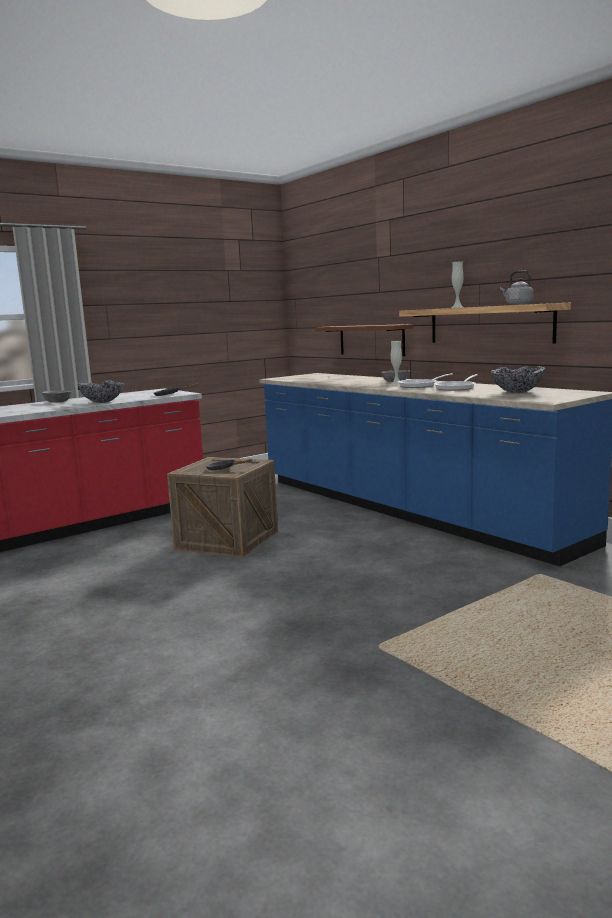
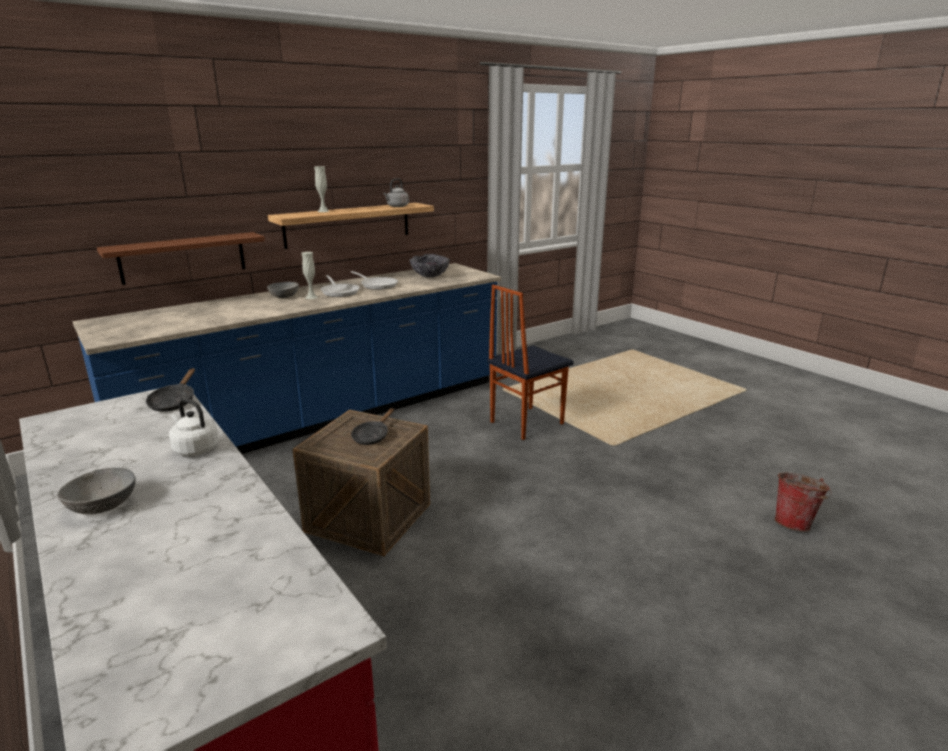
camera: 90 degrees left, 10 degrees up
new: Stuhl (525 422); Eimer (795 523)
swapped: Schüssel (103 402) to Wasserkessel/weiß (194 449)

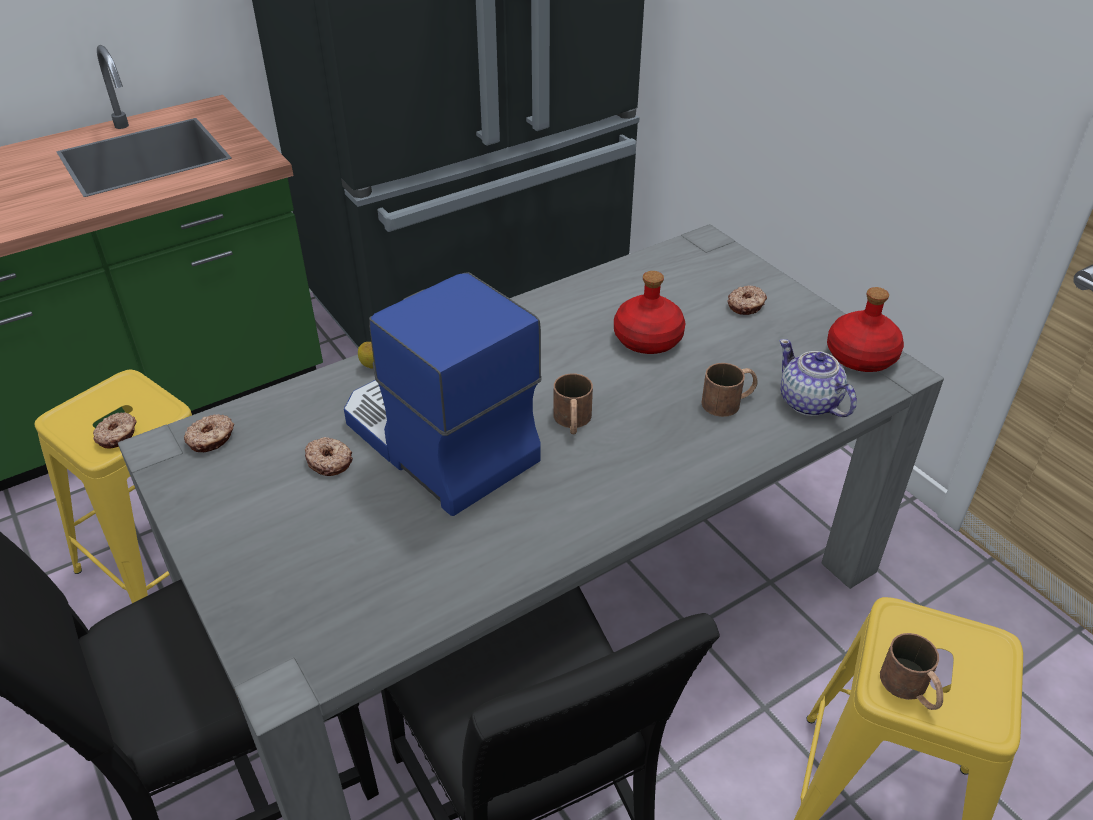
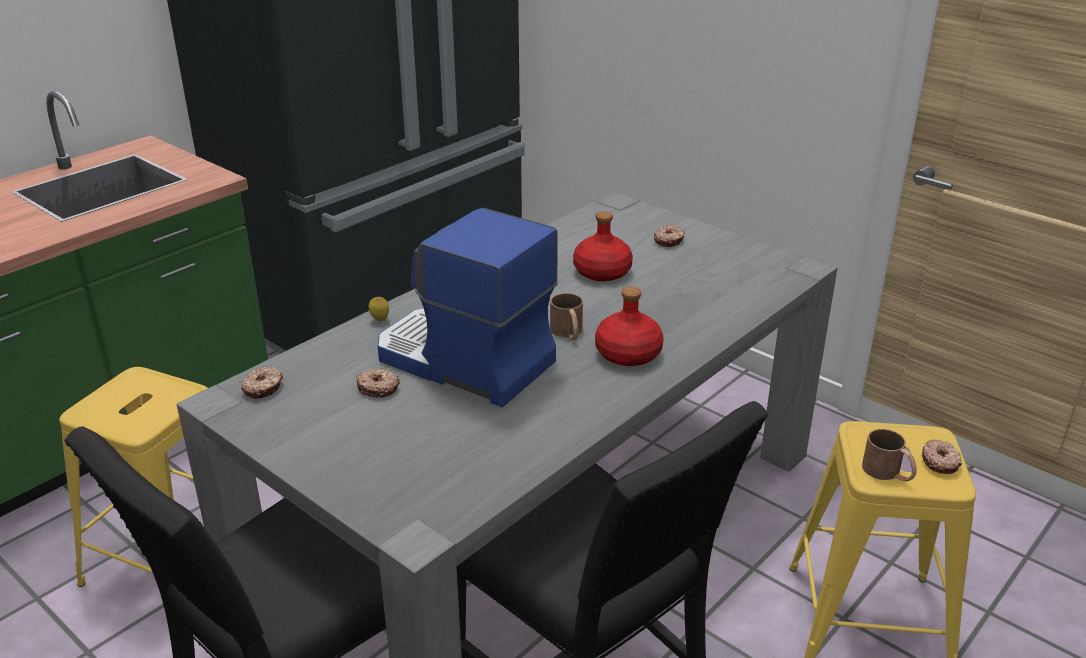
camera: 15 degrees left, 10 degrees down
gone: Henkelbecher/braun (729 401); Teekanne (809 403)
shifted: Donut (118 435) to (940 462); Flasche/rot (860 356) to (627 353)

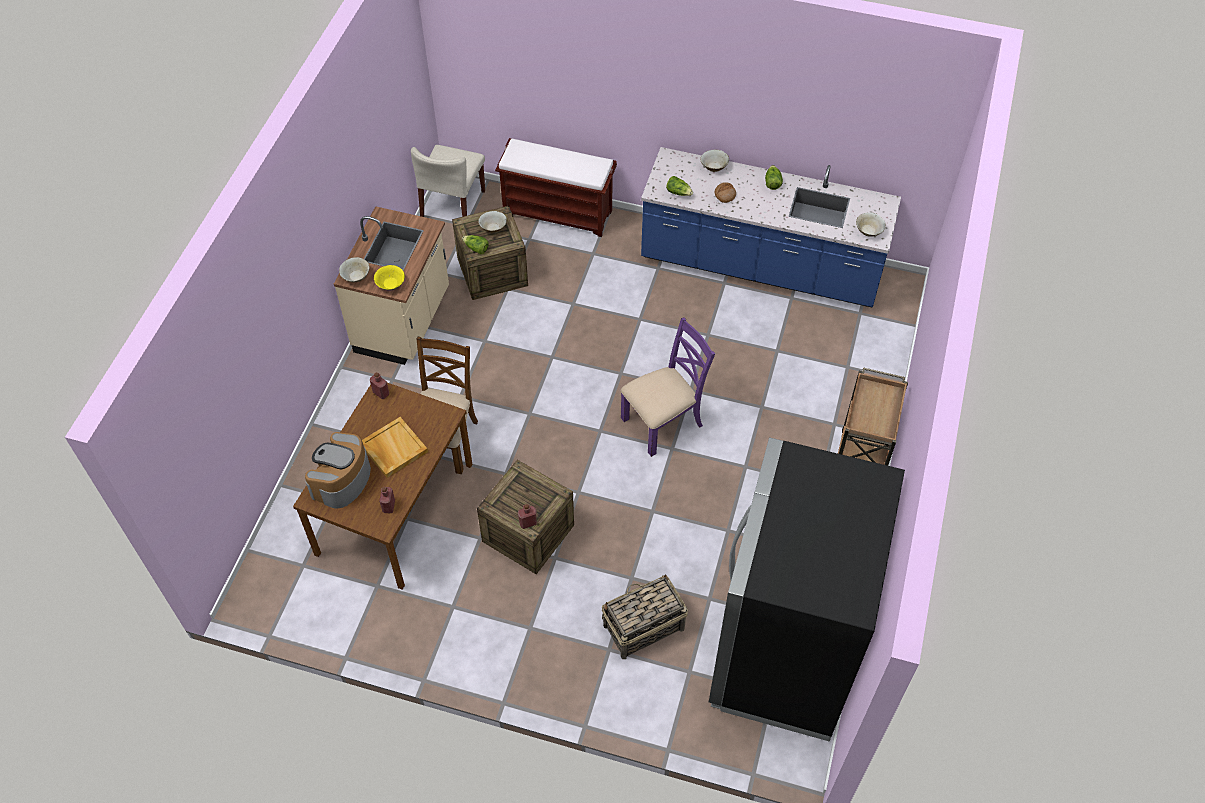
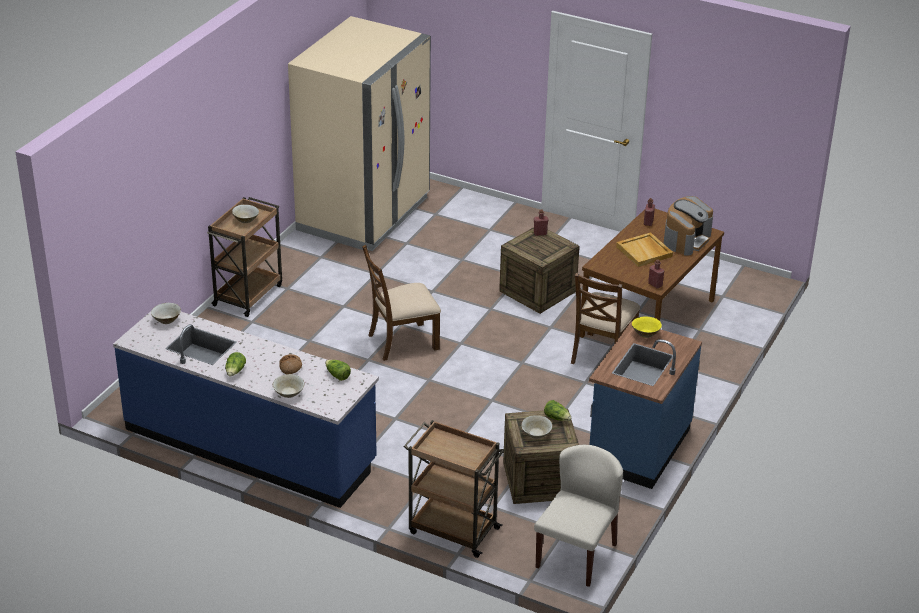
camera: 170 degrees left, 20 degrees down
gone: Korb (642 627)
shifted: Schüssel/beige (356 276) to (246 220)
swapped: Bank/braun (558 212) to Rollwagen/braun (452 530)
repainted: Küchenzeile/beige (404 322) to Küchenzeile/blau (637 447); Stuhl/lila (663 422) to Stuhl/braun (402 341); Kühlschrank/schwarz (783 651) to Kühlschrank/beige (364 214)

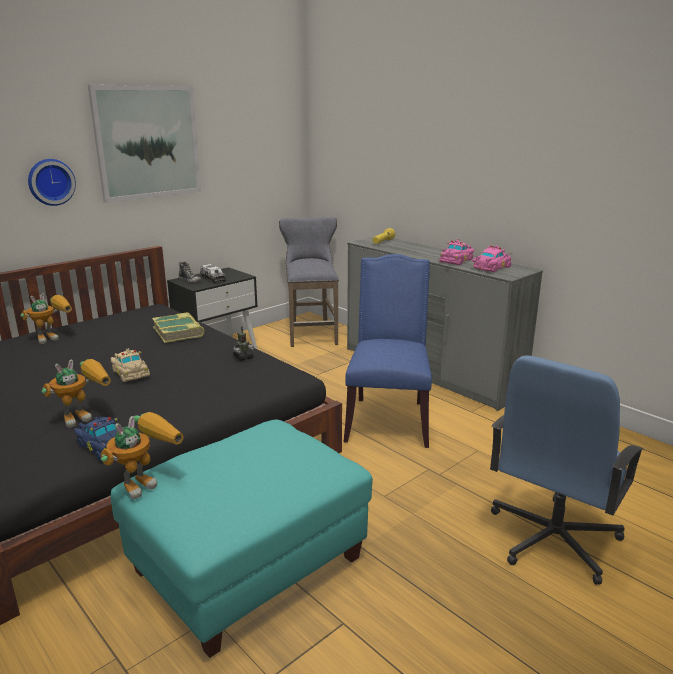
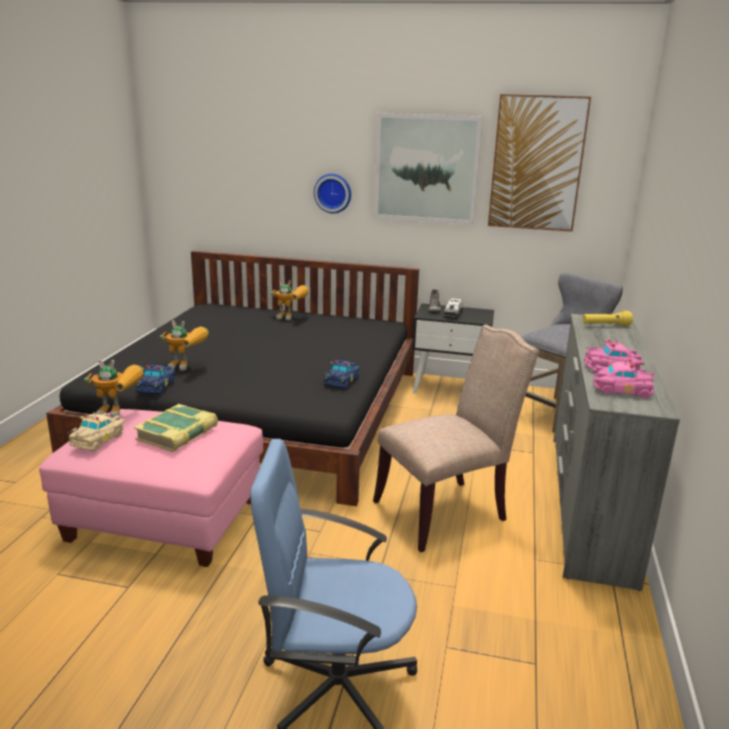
camera: 55 degrees right, 0 degrees up
new: Bild (537 163)
shifted: Spielzeugauto/beige (131 372) to (99 439); Buch (178 332) to (178 434)
swapped: Spielzeugroboter (243 358) to Spielzeugauto/blau (342 381)
repainted: Polsterhocker/türkis (248 566) to Polsterhocker/rosa (164 521); Stuhl/blau (388 419) to Stuhl/beige (445 511)

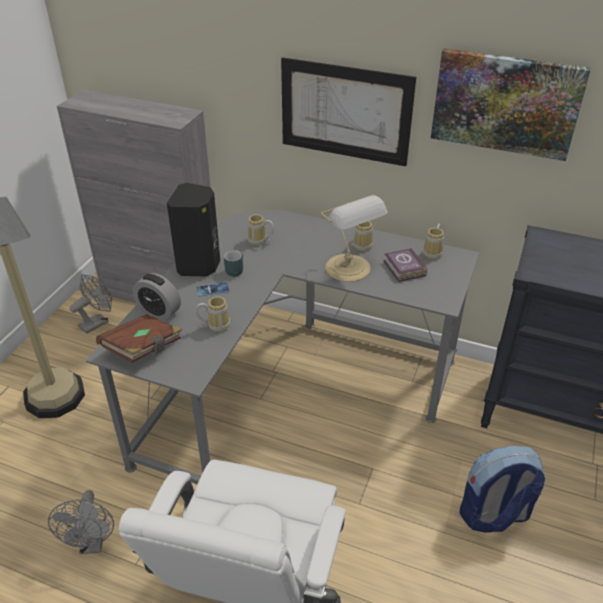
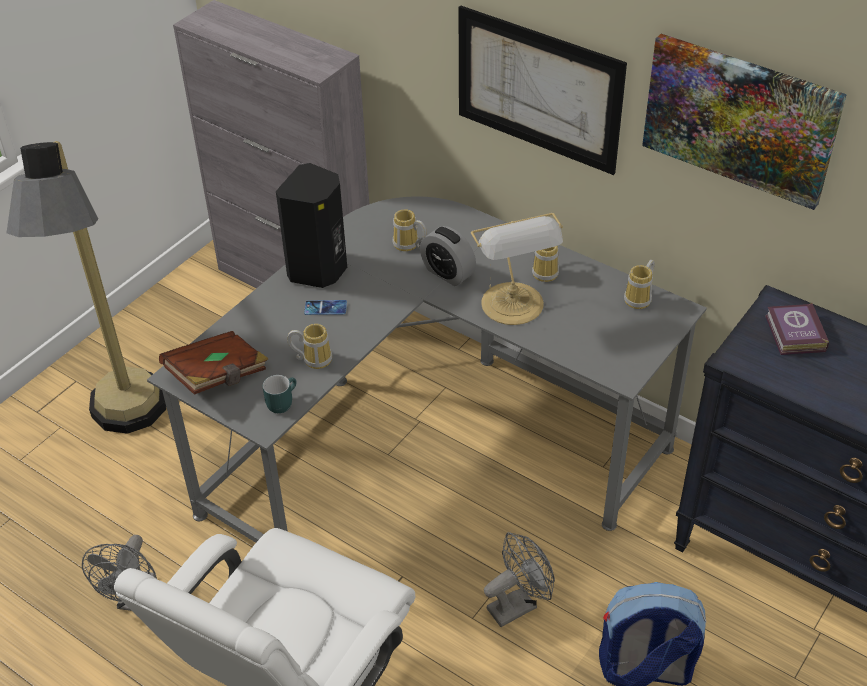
camera: 15 degrees right, 5 degrees up
shifted: Ventilator/grau (97 322) to (518 604); Wecker (159 311) to (448 273); Henkelbecher/türkis (234 270) to (281 401); Buch (404 269) to (794 335)

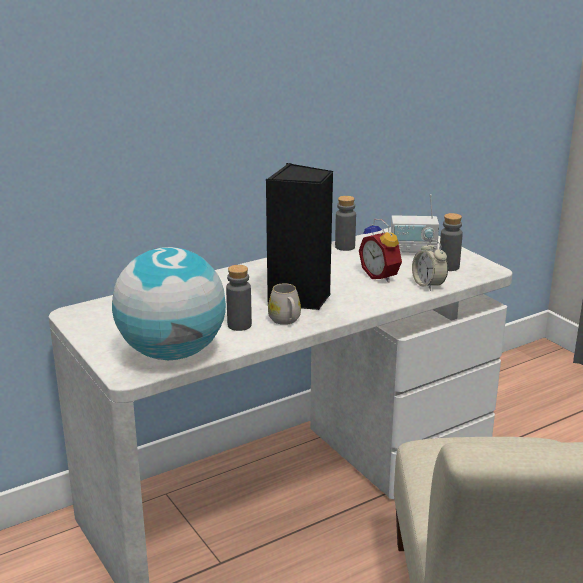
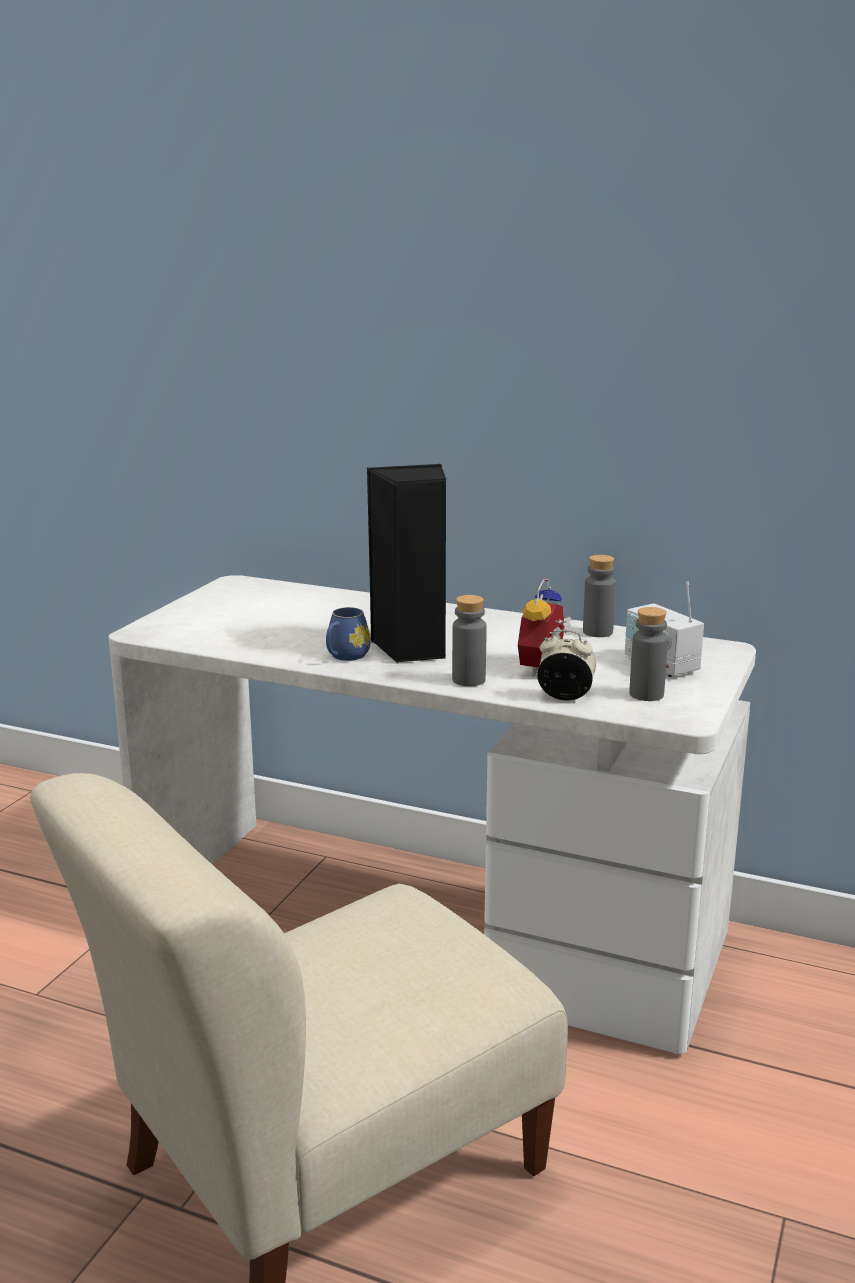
camera: 55 degrees right, 5 degrees down
gone: Globus (172 353)
shifted: Flasche/grau (239 325) to (468 680)
repainted: Henkelbecher/weiß (286 321) to Henkelbecher/blau (345 656)
rotated: Wecker (428 285) = (565 696) 75 degrees clockwise

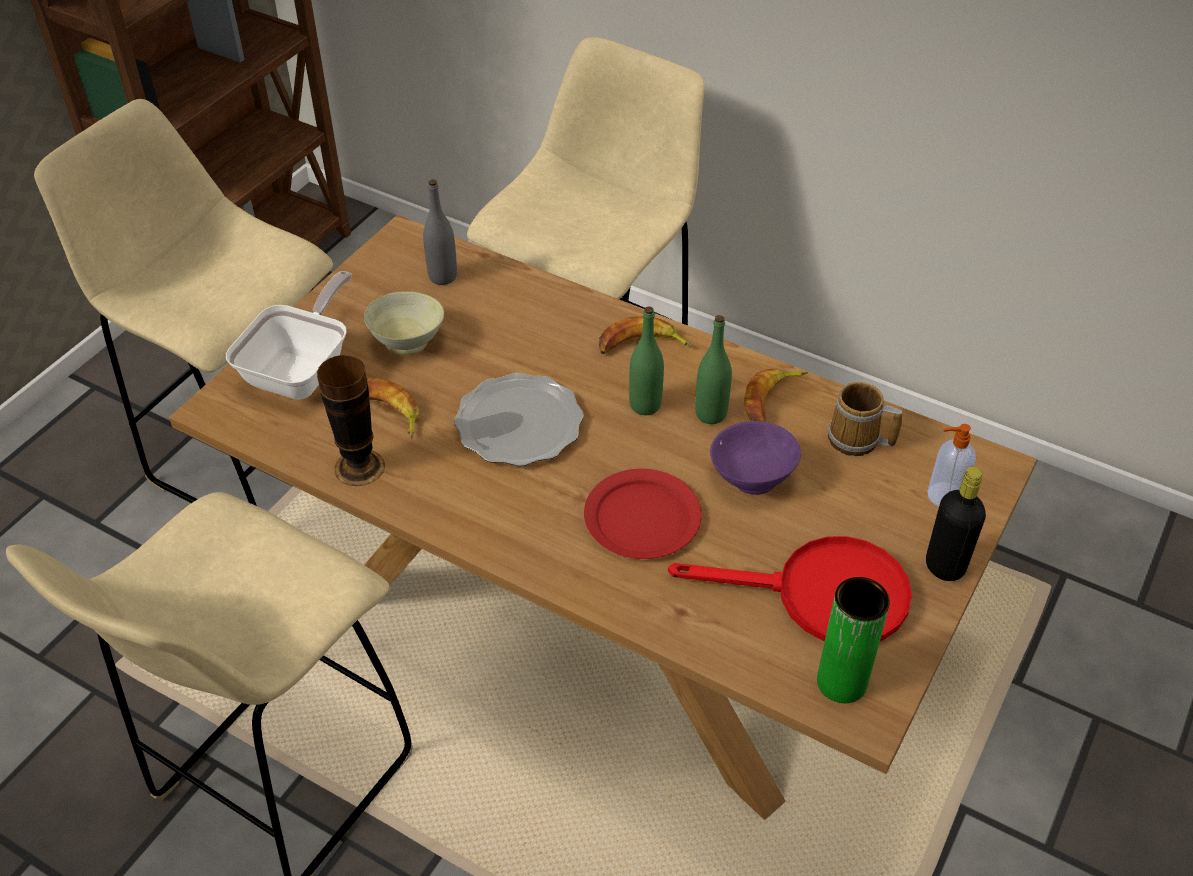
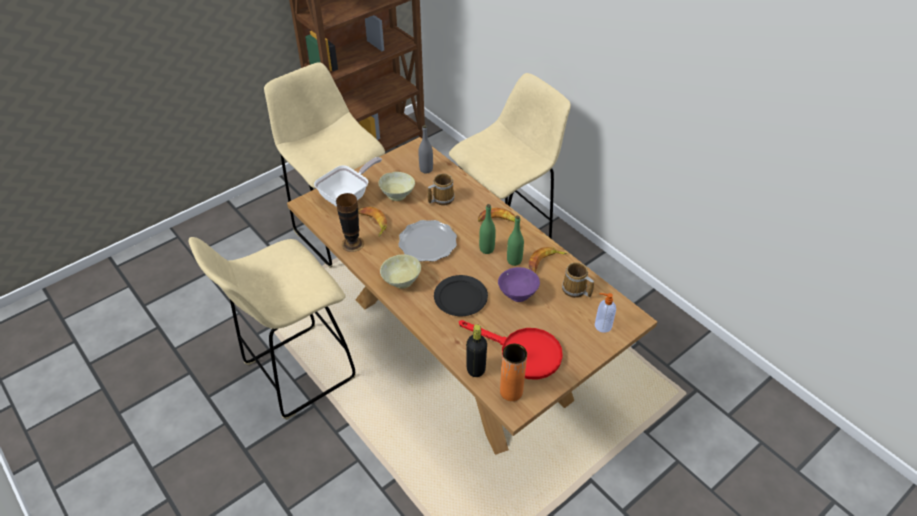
camera: 20 degrees right, 0 degrees up
new: Schüssel/beige (401 280); Henkelbecher (441 198)
shifted: Flasche/schwarz (945 566) to (476 369)
repainted: Teller/rot (642 518) to Teller/schwarz (460 298); Vase/grün (841 682) to Vase/orange (511 391)

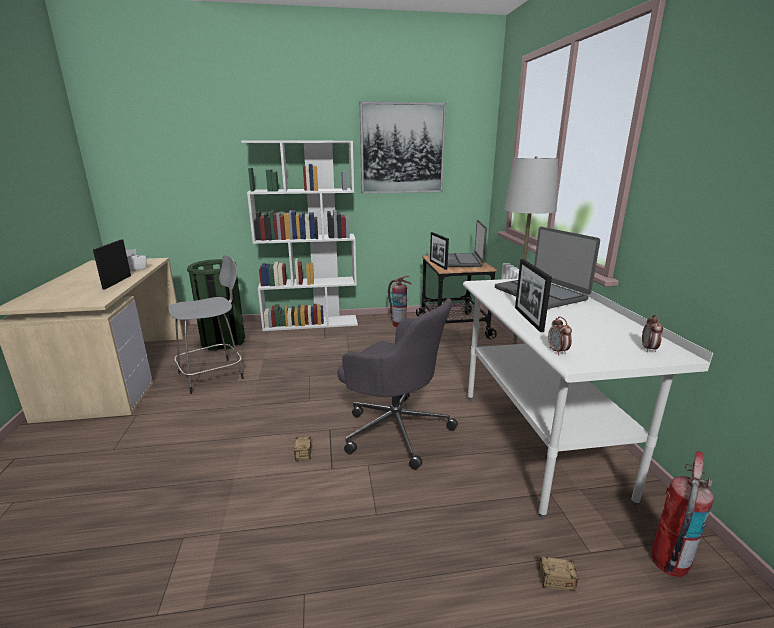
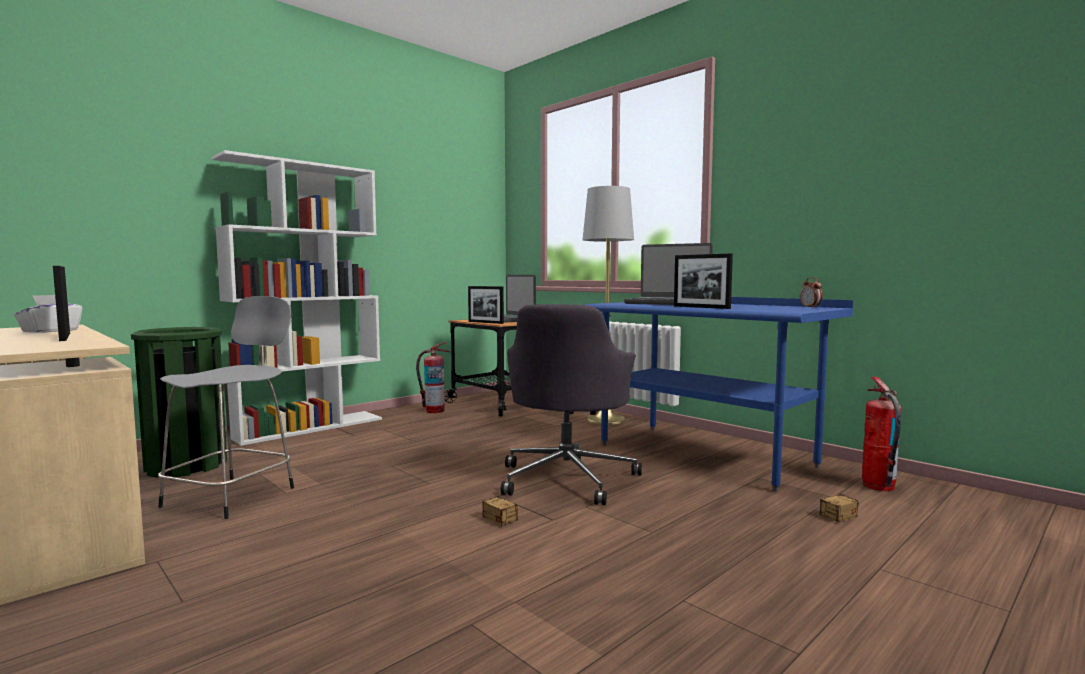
camera: 35 degrees left, 15 degrees down
gone: Bild (402 149); Wecker (557 351)
repainted: Schreibtisch/weiß (538 443) to Schreibtisch/blau (704 455)
rotated: Bürostuhl/grau (395 429) = (568 478) 105 degrees clockwise

